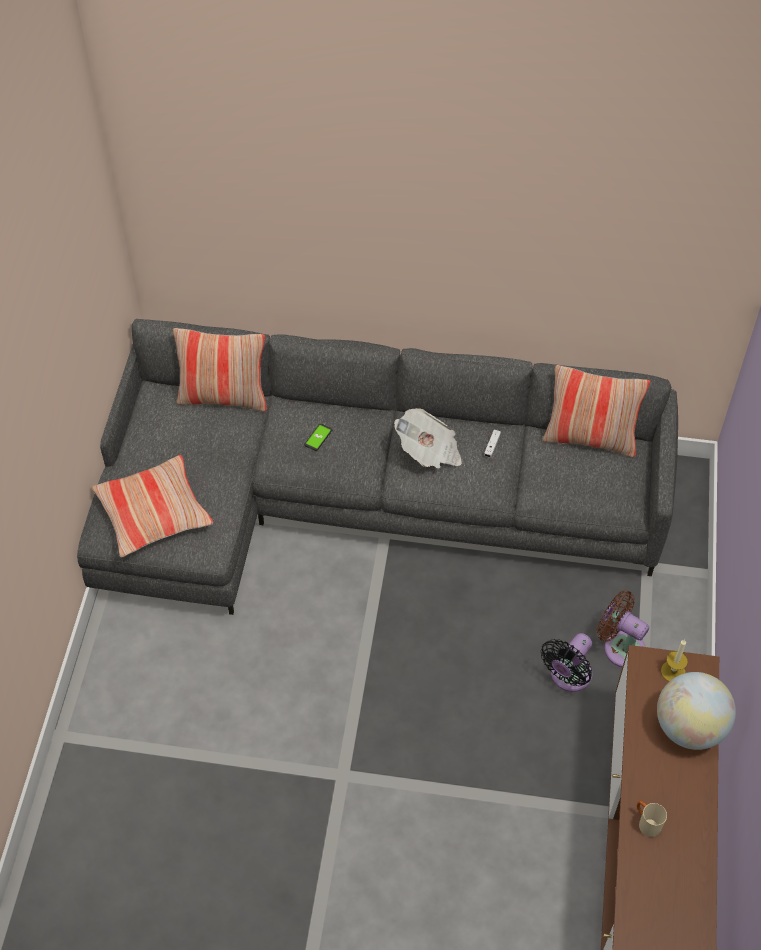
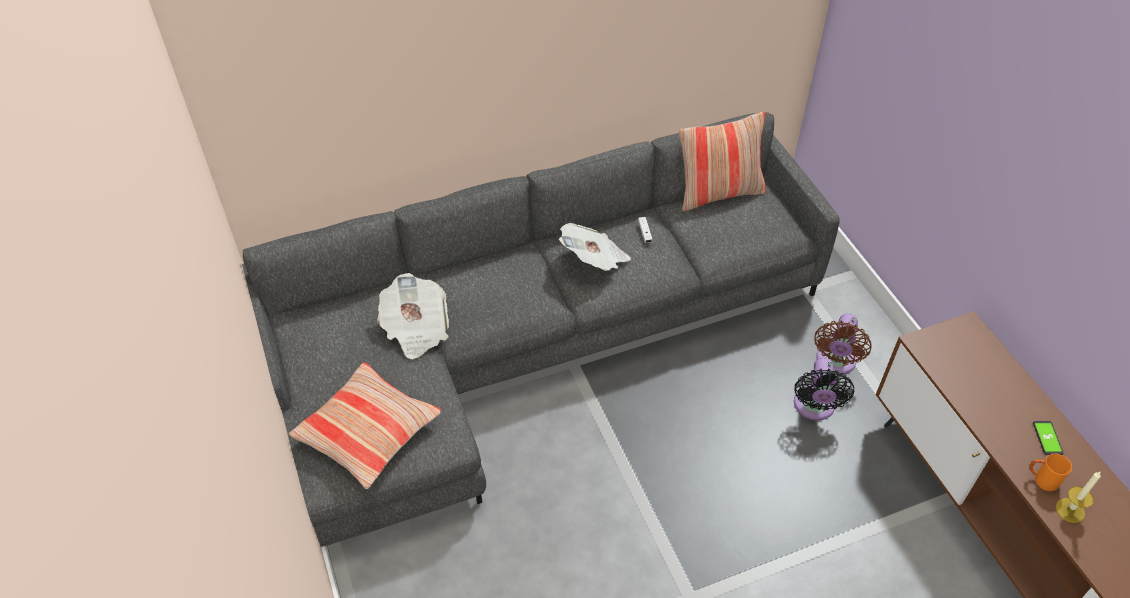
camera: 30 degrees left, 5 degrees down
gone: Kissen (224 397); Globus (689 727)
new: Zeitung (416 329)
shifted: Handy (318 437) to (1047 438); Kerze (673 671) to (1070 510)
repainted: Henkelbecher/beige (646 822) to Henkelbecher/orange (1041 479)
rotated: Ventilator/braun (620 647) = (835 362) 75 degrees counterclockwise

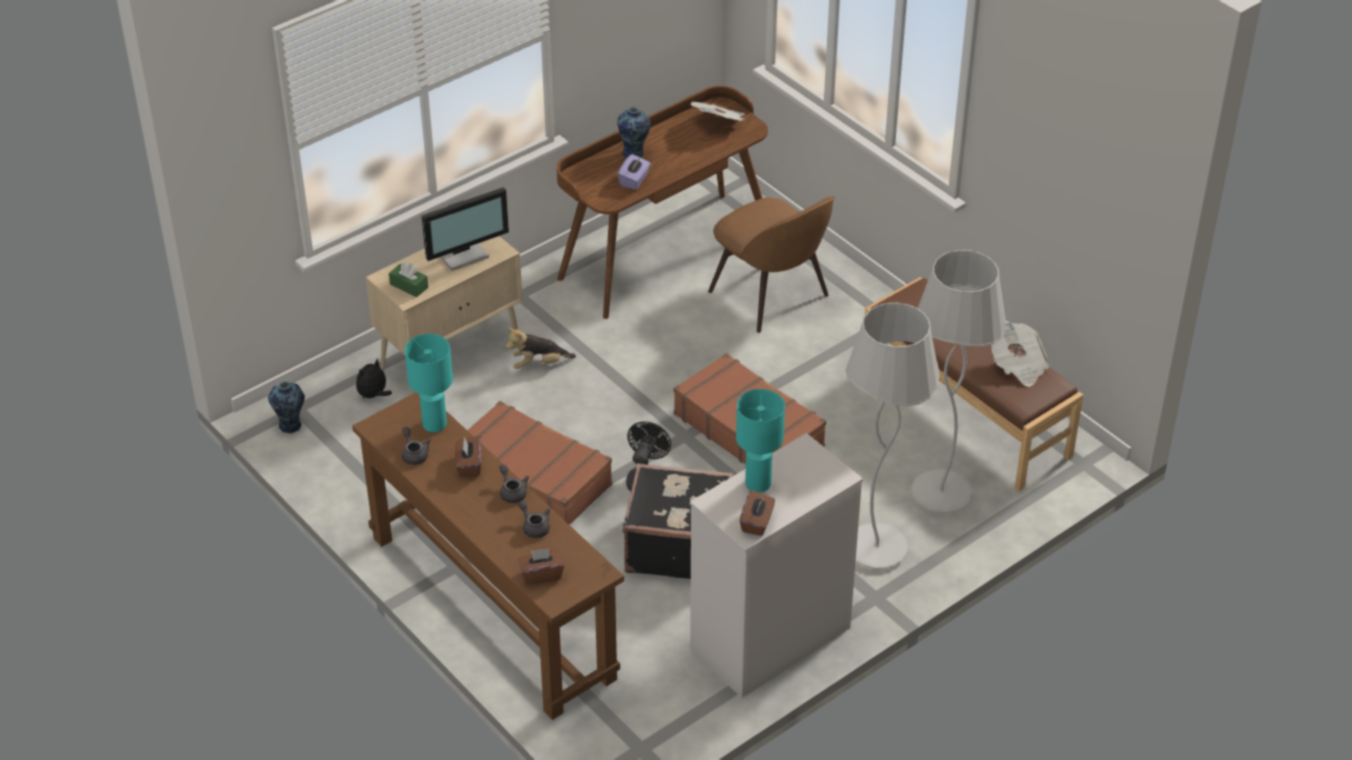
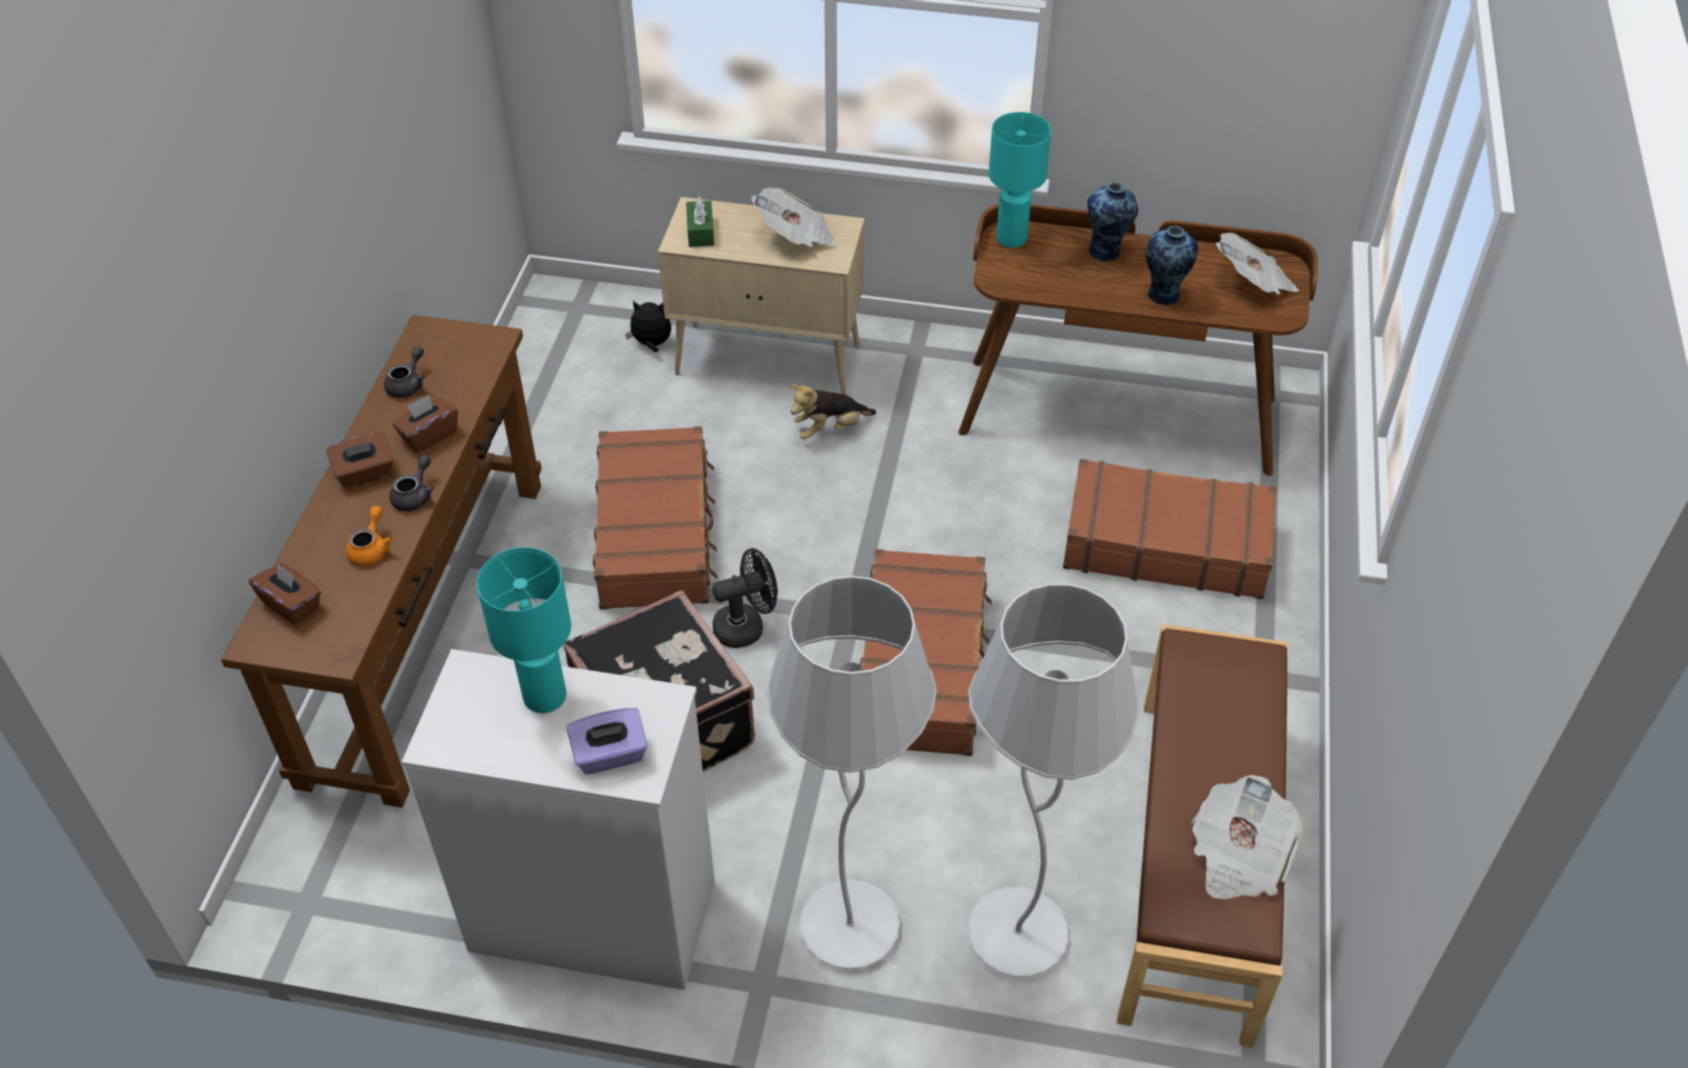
camera: 50 degrees right, 5 degrees up
shifted: Vase (290 426) to (1163 296); Tischlampe/türkis (434 424) to (1012 238); Taschentuchbox/lila (634 180) to (610 755); Taschentuchbox/braun (757 522) to (365 473)
swapped: Monitor (463 254) to Zeitung (796 237); Stuhl/braun (771 296) to Koffer/braun (1165 544)
repainted: Teekanne/grau (534 526) to Teekanne/orange (371 549)
rotated: Plüschtier (539 364) = (830 429) 60 degrees counterclockwise

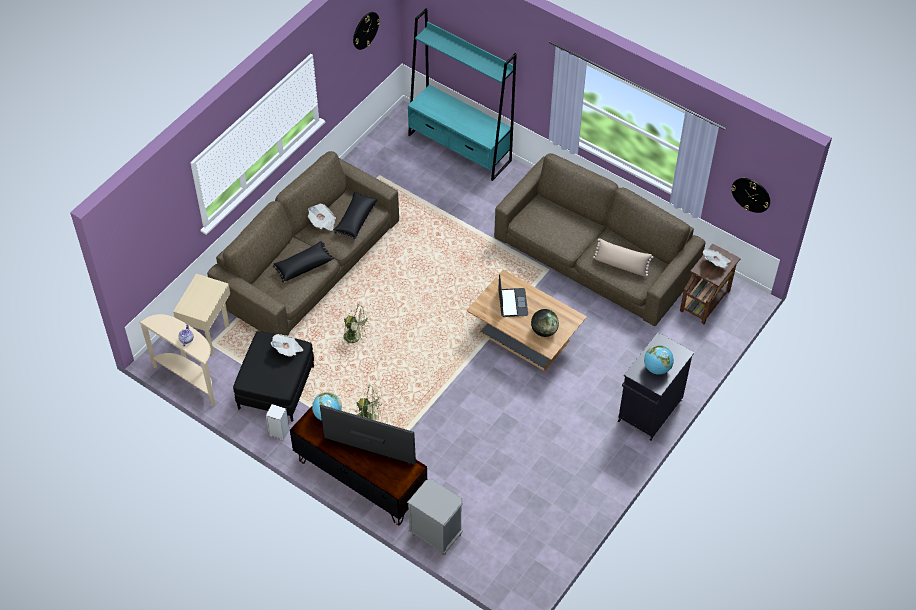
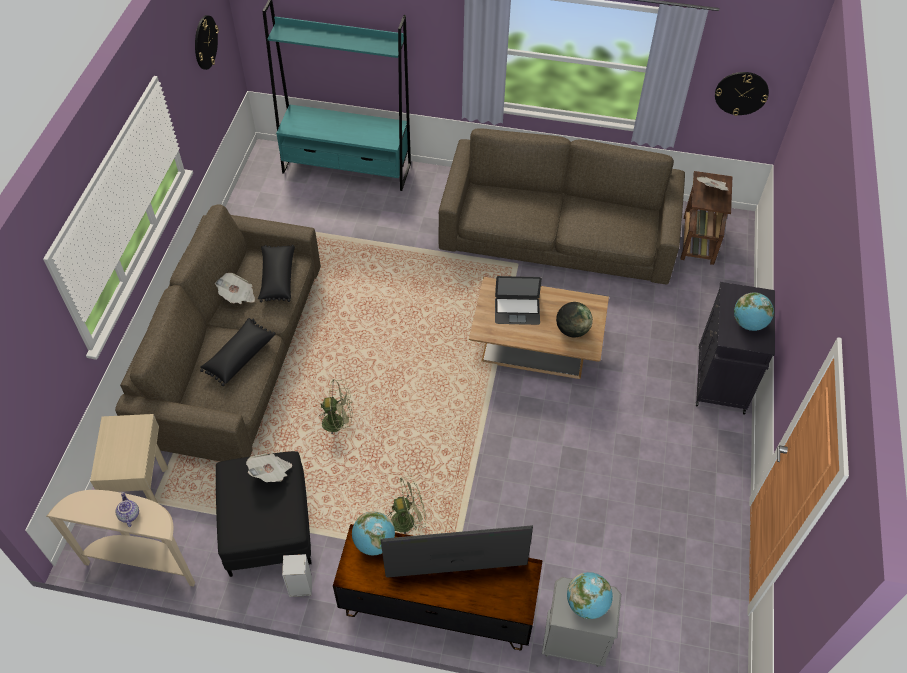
camera: 25 degrees left, 0 degrees up
gone: Kissen/beige (621 265)
new: Globus (587 604)
rotated: Laptop (512 303) = (517 310) 120 degrees clockwise

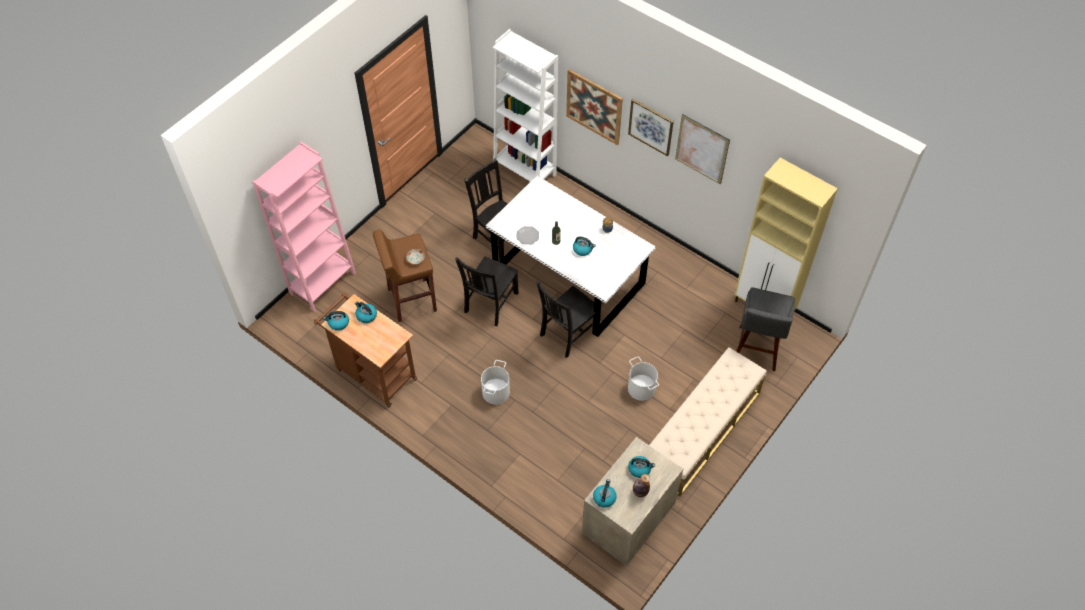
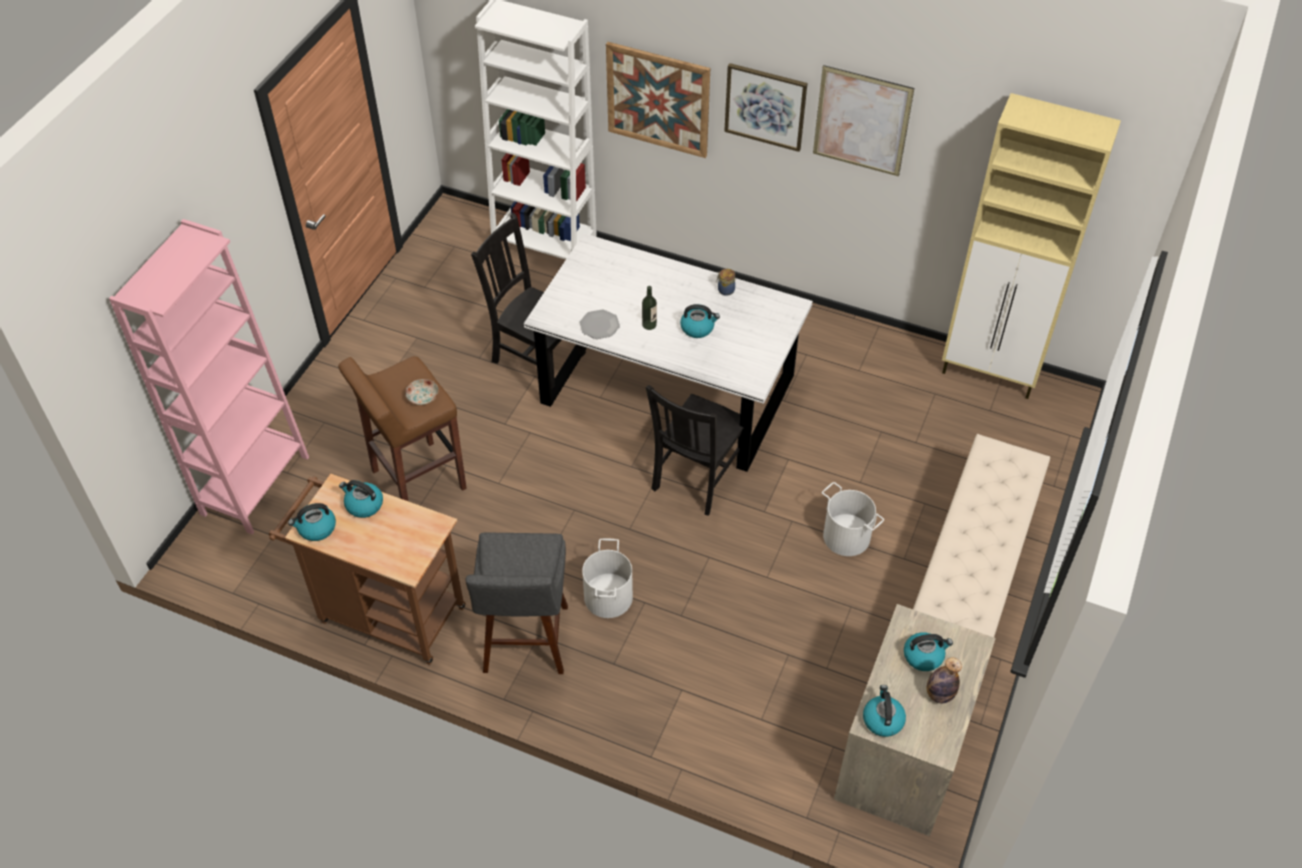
camera: 15 degrees left, 5 degrees down
gone: Stuhl/schwarz (490 304)
shifted: Hocker/grau (756 351) to (525 644)

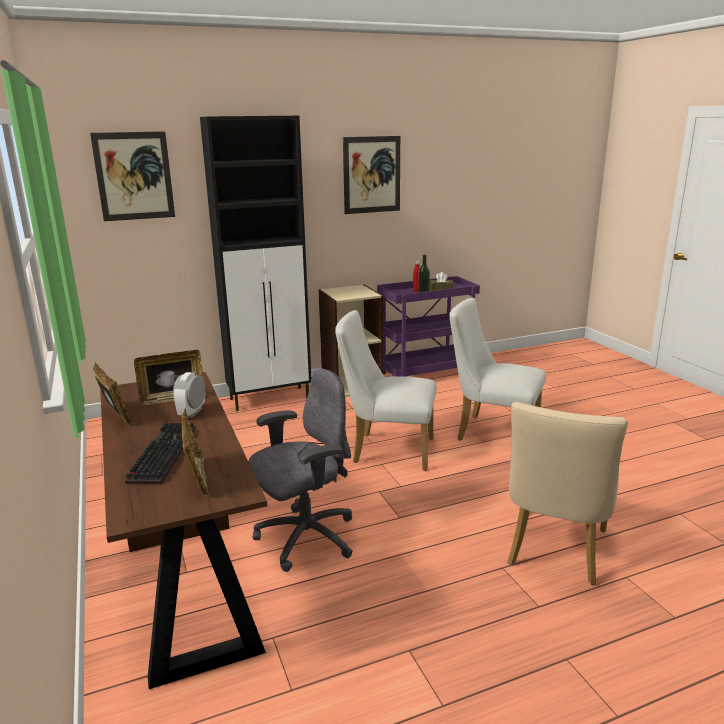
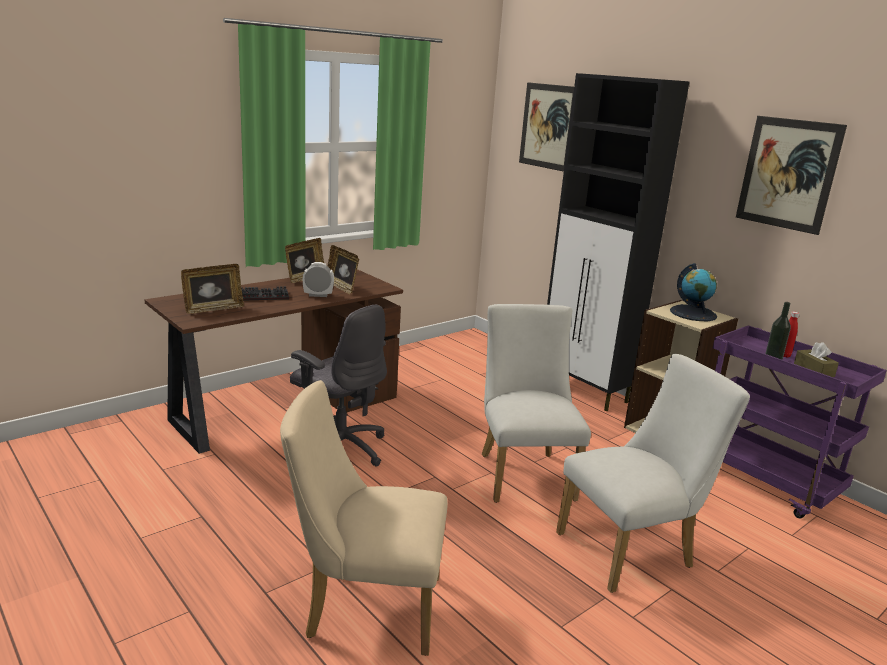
camera: 70 degrees right, 0 degrees up
new: Globus (693 313)
rotated: Stuhl/weiß (491 433) = (632 549) 60 degrees clockwise

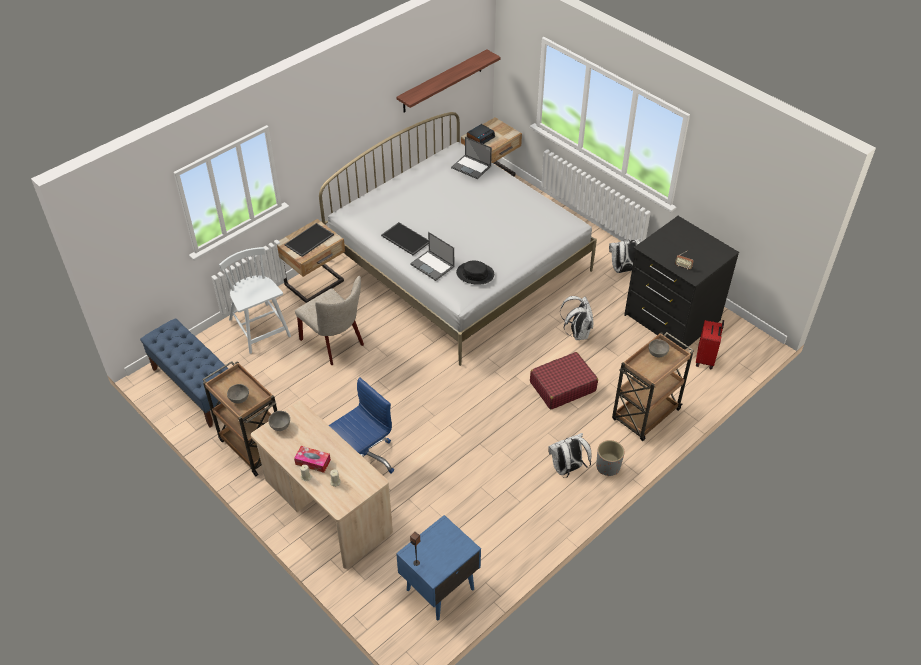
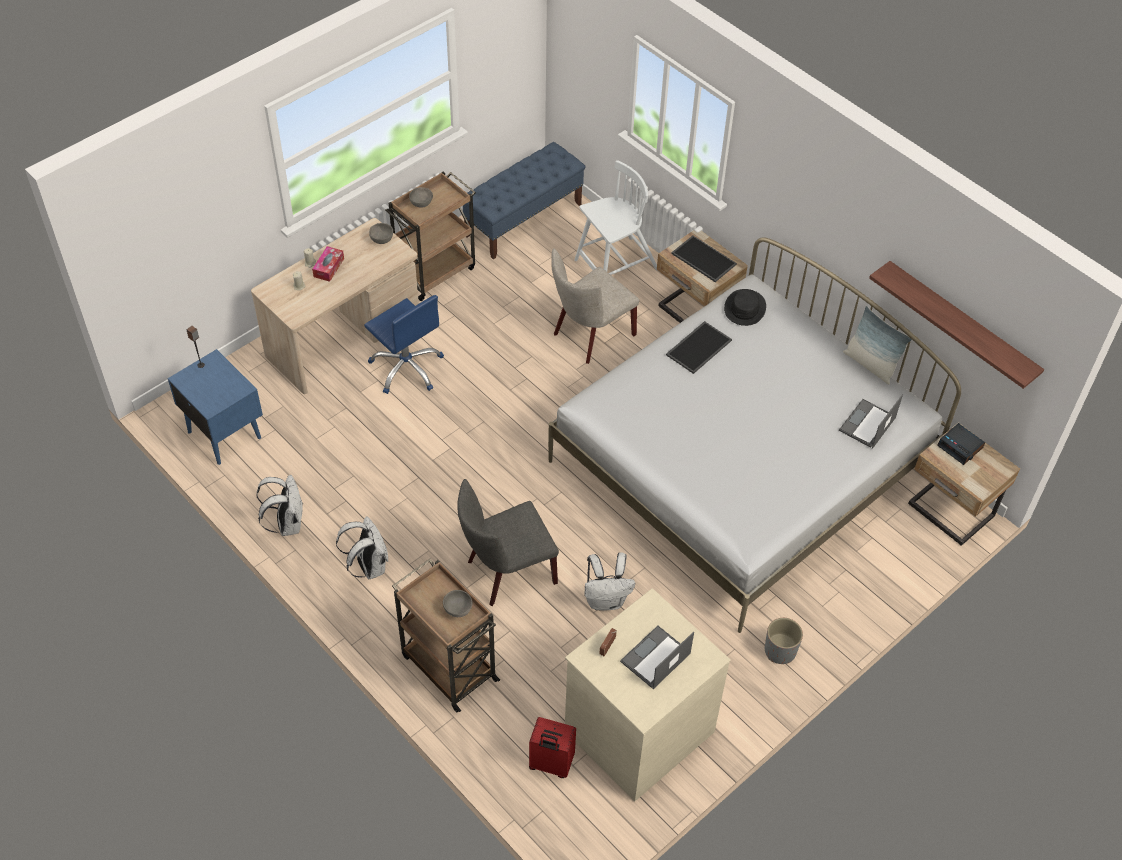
camera: 90 degrees right, 5 degrees up
new: Kissen (870 364)
shifted: Laptop (433 265) to (655 658); Hut/schwarz (475 274) to (745 308); Pflanzkübel/grau (608 466) to (780 651); Rucksack/weiß (623 270) to (287 523)
swapped: Koffer/rot (562 386) to Stuhl/grau (506 573)
repainted: Kommode/schwarz (671 318) to Kommode/beige (637 729)

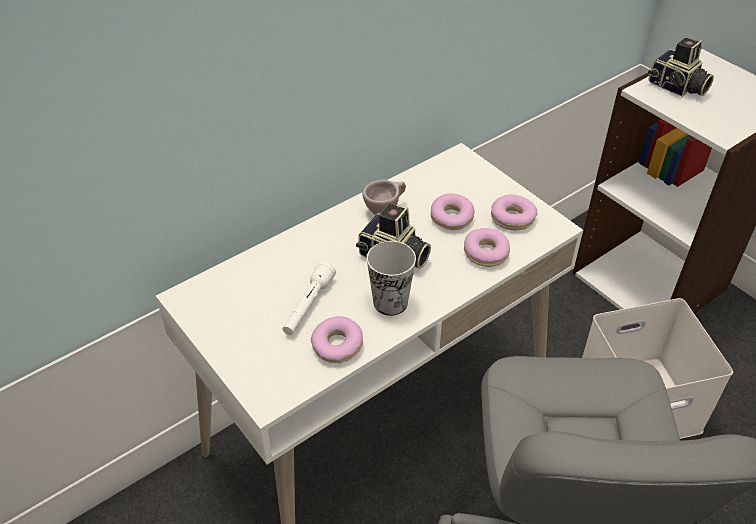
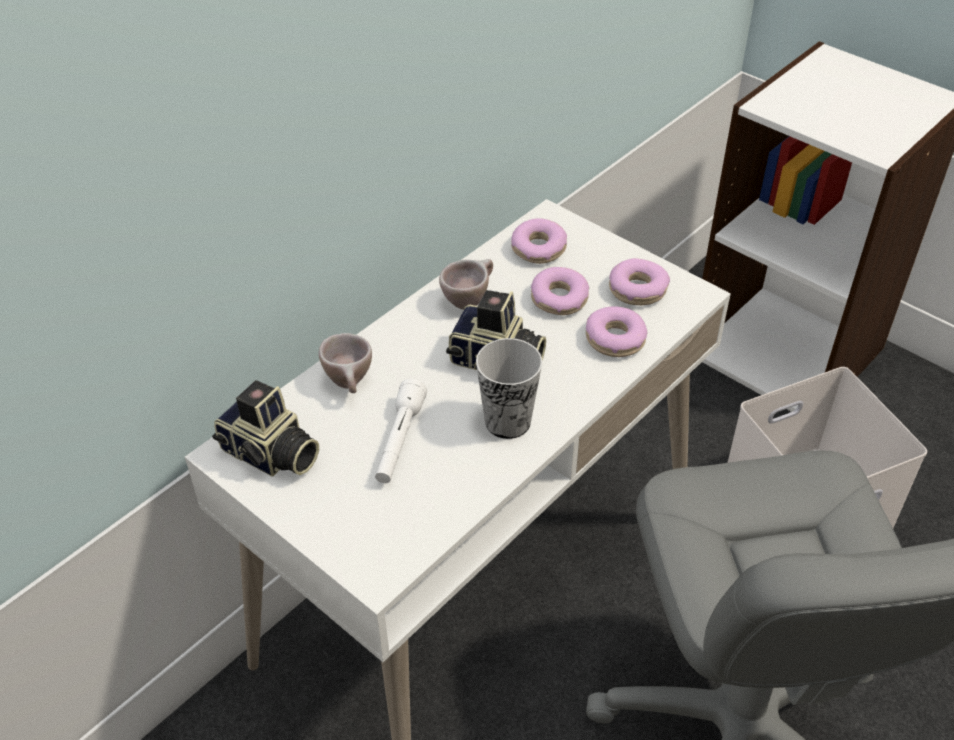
camera: 10 degrees left, 0 degrees up
new: Tasse/beige (350 384)
shifted: Donut (337 345) to (538 249); Kamera (677 88) to (270 455)

